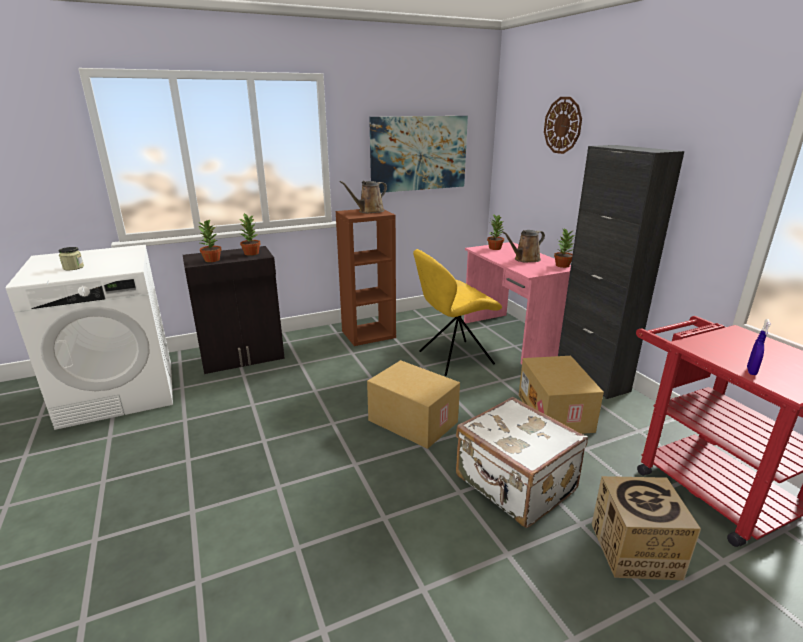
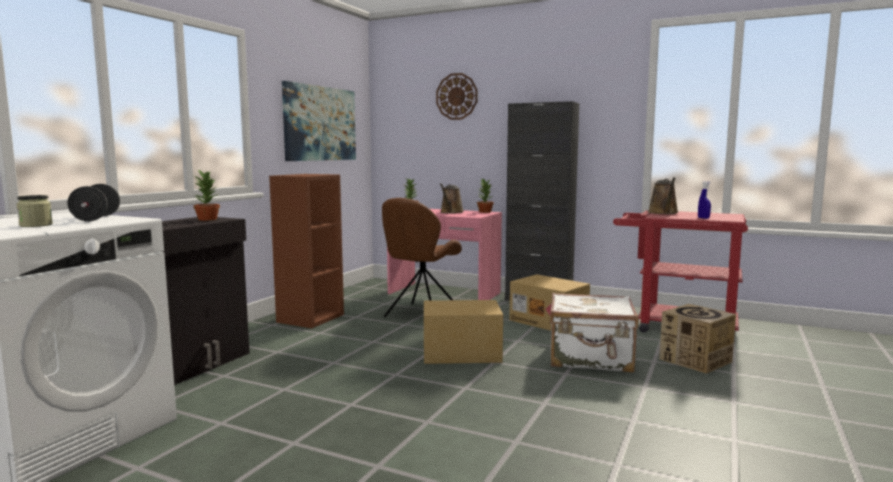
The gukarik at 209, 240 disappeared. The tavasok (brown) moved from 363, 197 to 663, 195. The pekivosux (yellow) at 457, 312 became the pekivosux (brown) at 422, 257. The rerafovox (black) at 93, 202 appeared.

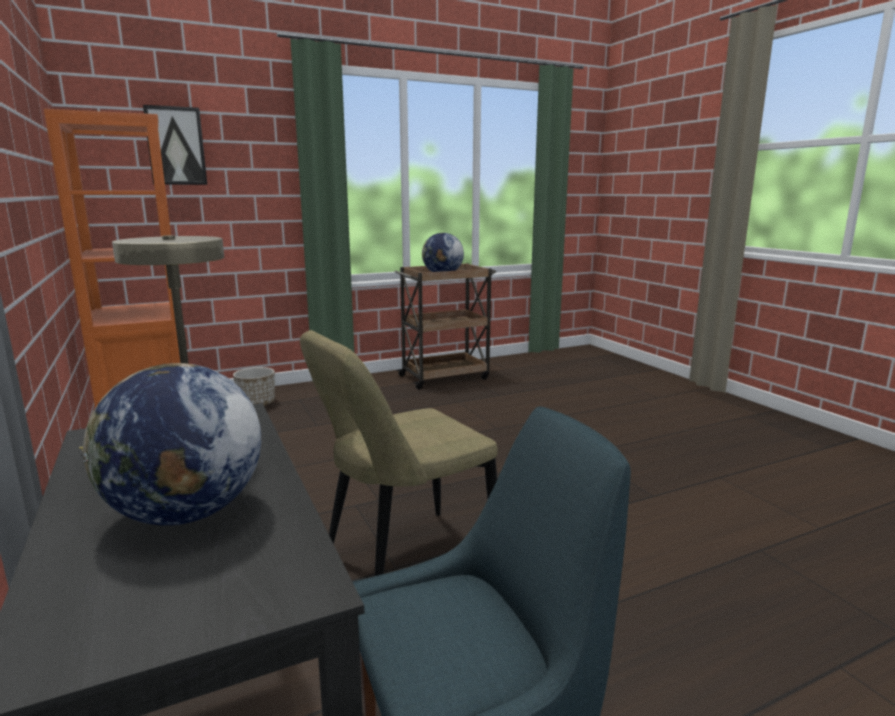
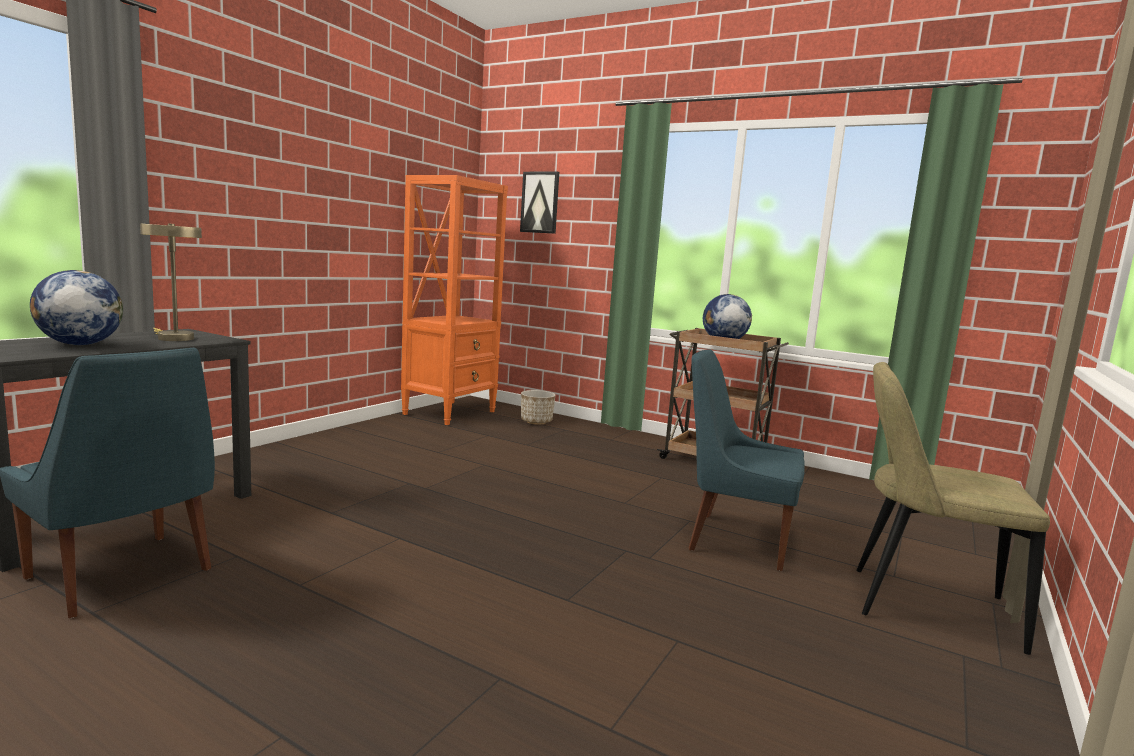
The pekivosux (beige) moved from 399, 453 to 953, 508. The pekivosux (blue) at 747, 460 appeared.

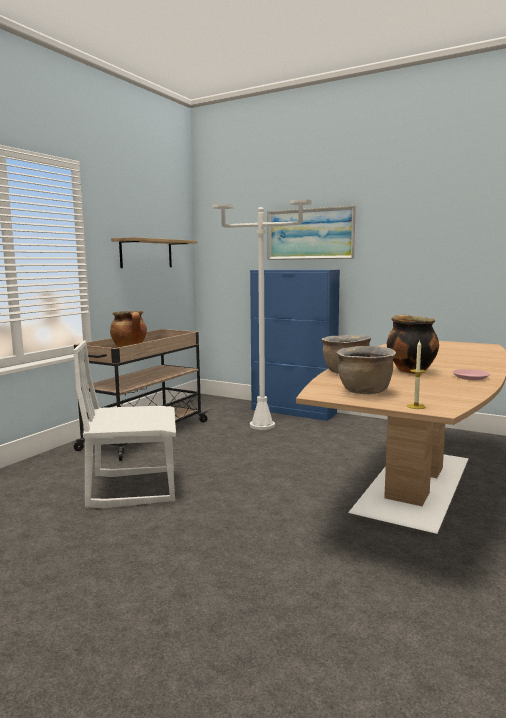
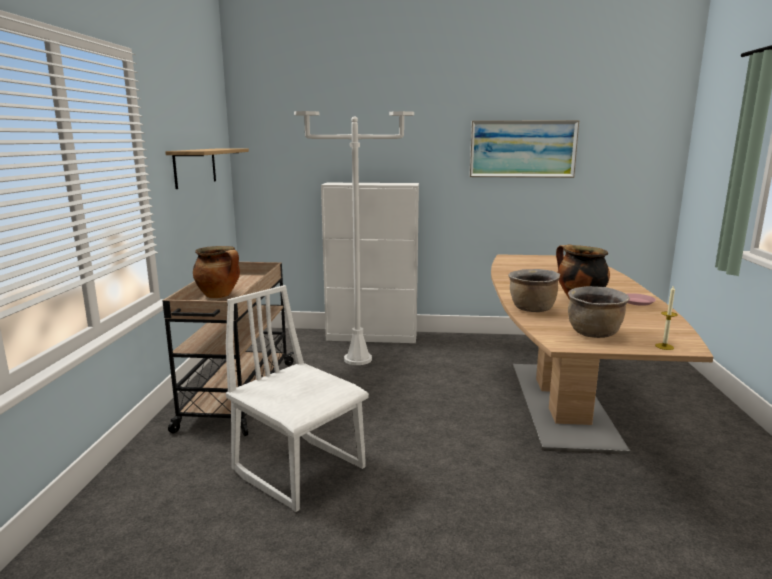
The pekivosux (white) at 124, 424 turned 75 degrees clockwise. The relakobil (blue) at 295, 345 became the relakobil (white) at 370, 263. The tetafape moved from 311, 233 to 524, 149.

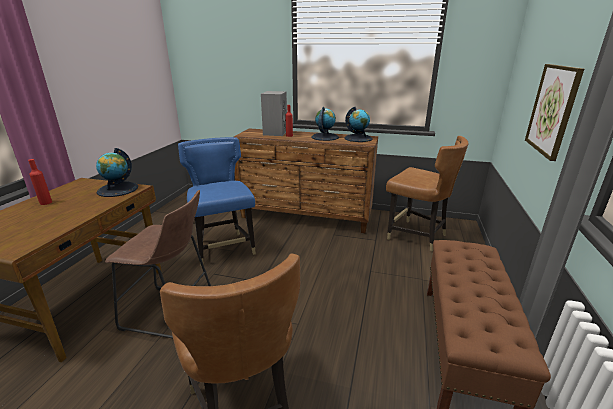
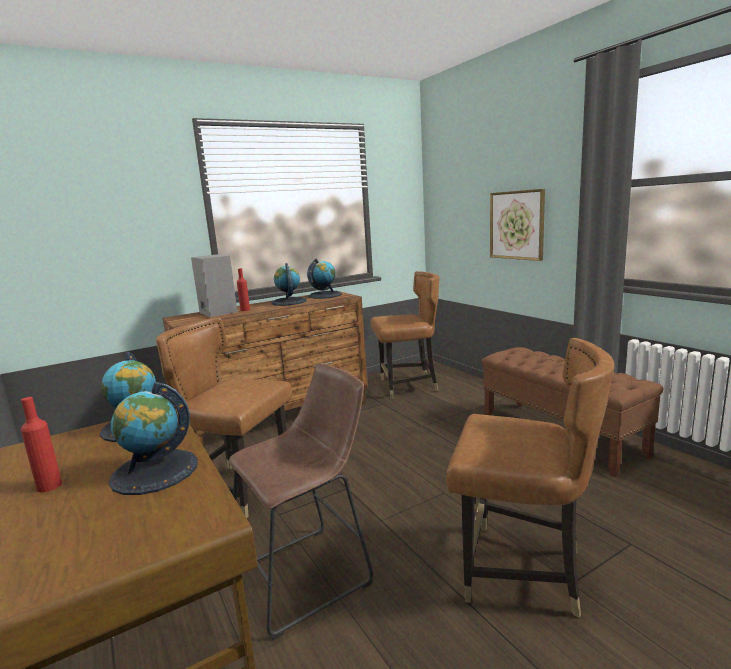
The pekivosux (blue) at 217, 201 became the pekivosux (brown) at 224, 417. The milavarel at 153, 438 appeared.

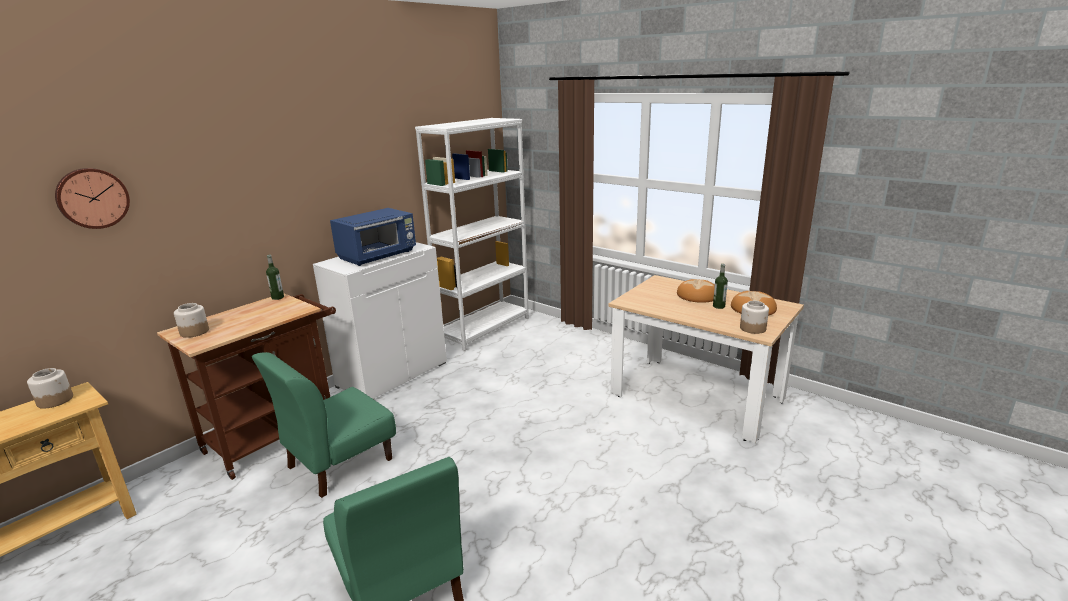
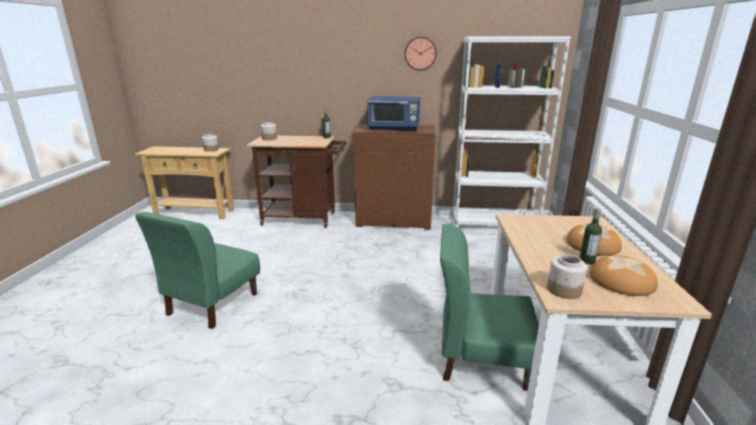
The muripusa moved from 92, 198 to 421, 53. The pekivosux (green) moved from 324, 425 to 489, 307. The relakobil (white) at 380, 320 became the relakobil (brown) at 395, 177.

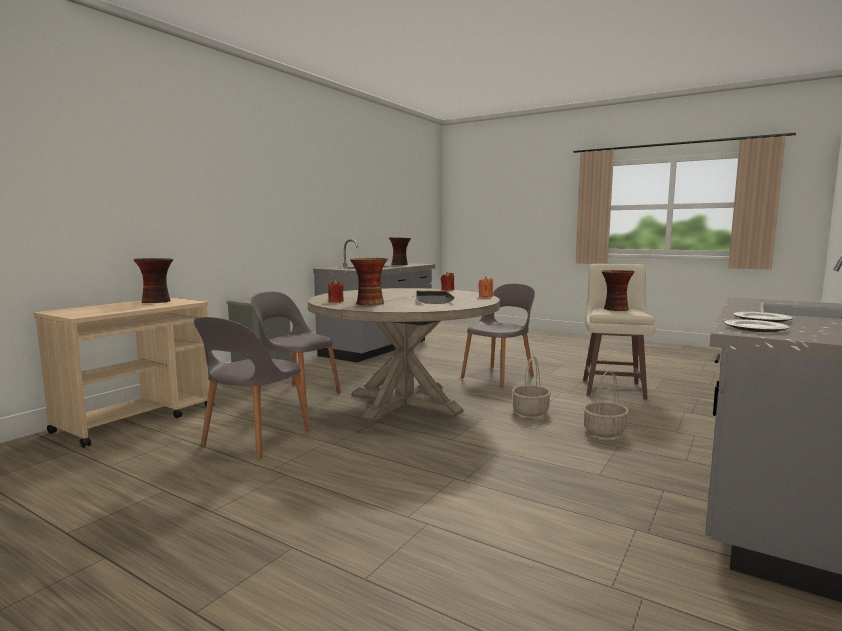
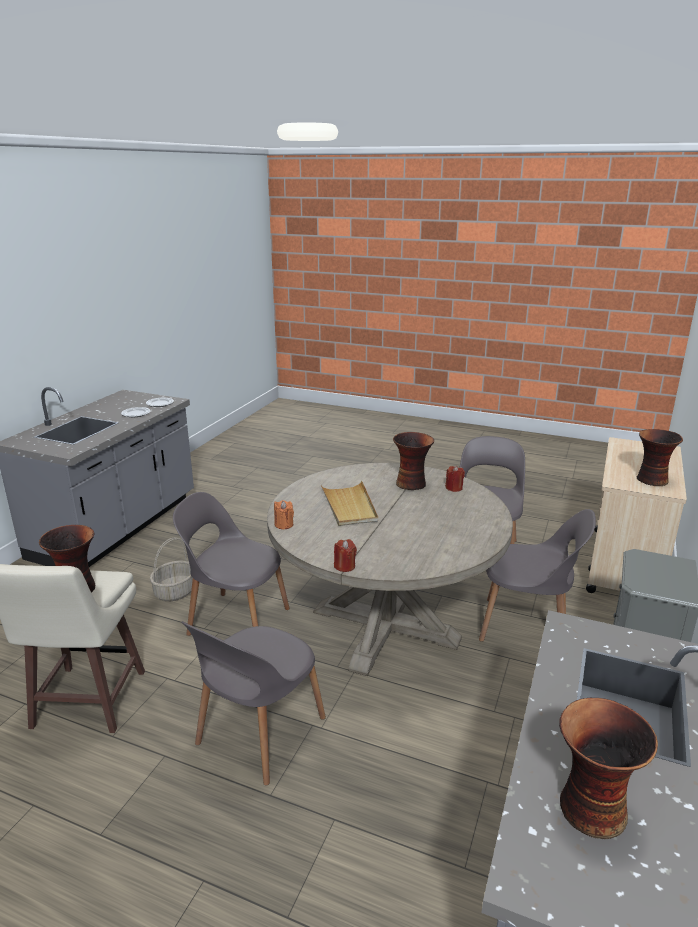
The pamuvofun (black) at 435, 297 became the pamuvofun (beige) at 349, 503. The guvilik at 531, 386 was replaced by the pekivosux (grey) at 231, 564.

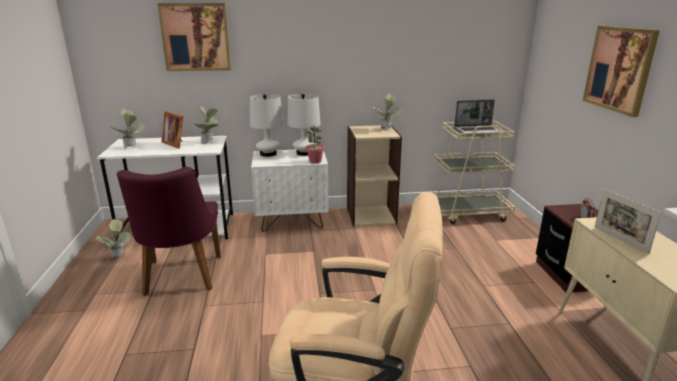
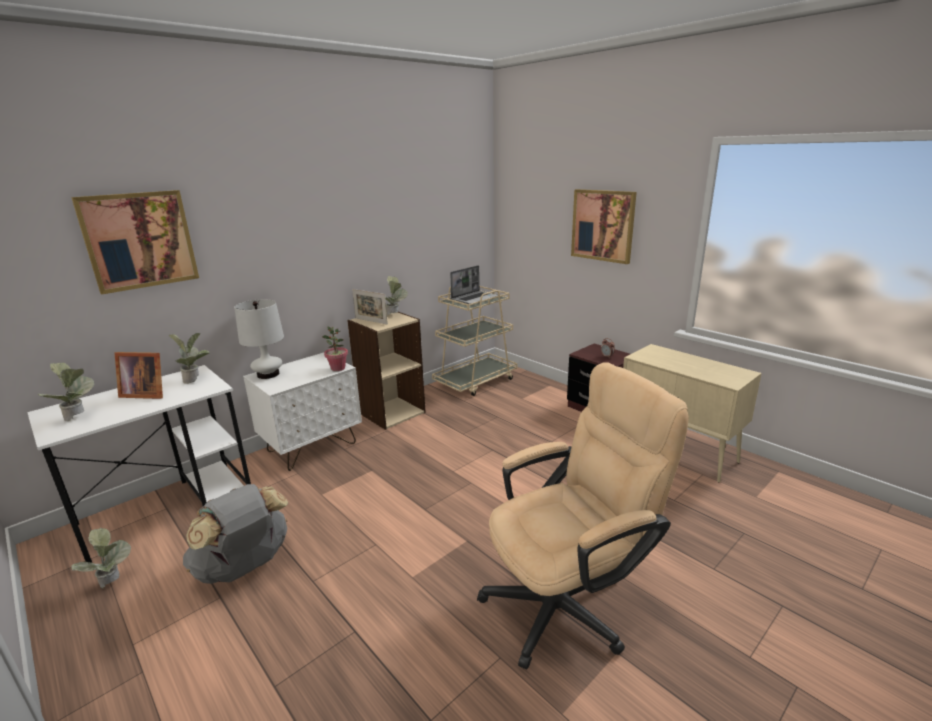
The pekivosux (purple) at 169, 231 was replaced by the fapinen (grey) at 236, 534. The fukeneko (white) at 303, 125 disappeared. The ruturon moved from 628, 221 to 370, 306.

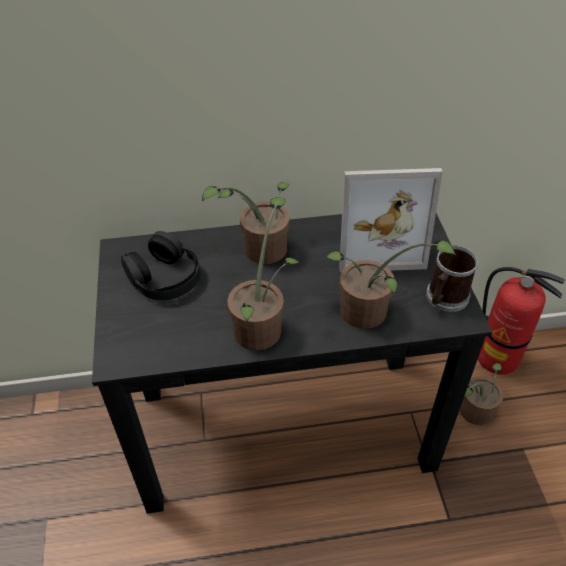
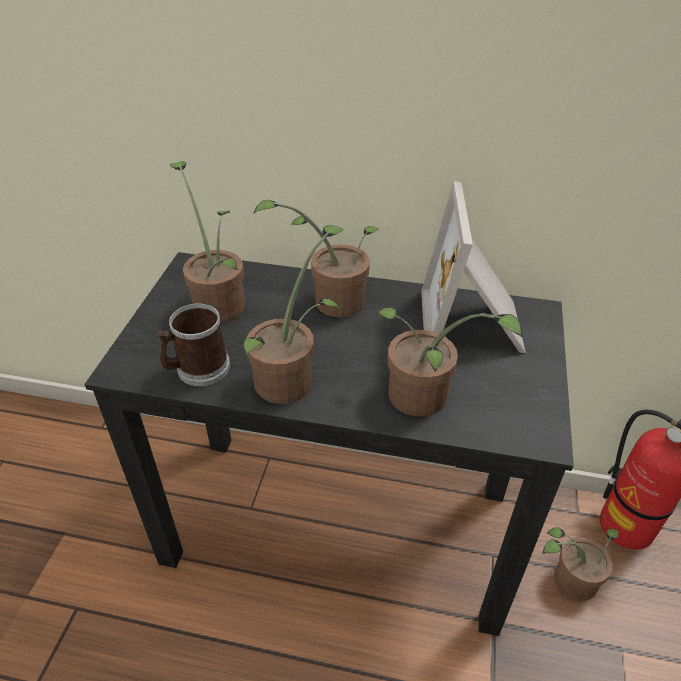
The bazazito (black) at 160, 265 was replaced by the gukarik at 207, 242. The ruturon at 391, 220 turned 75 degrees clockwise. The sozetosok moved from 452, 279 to 193, 344.

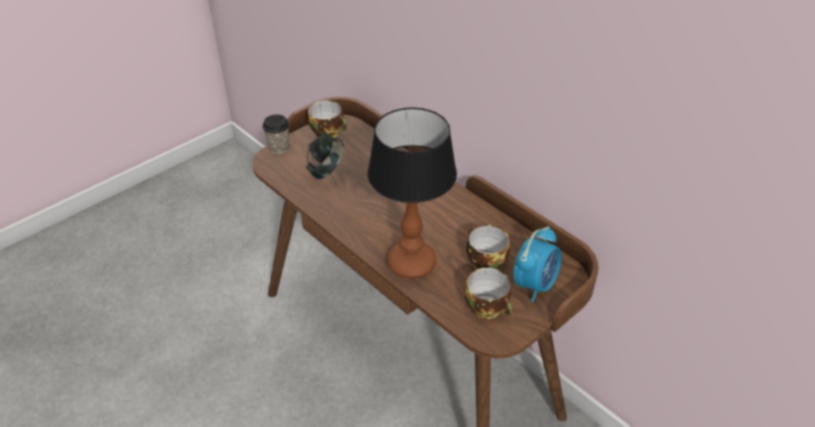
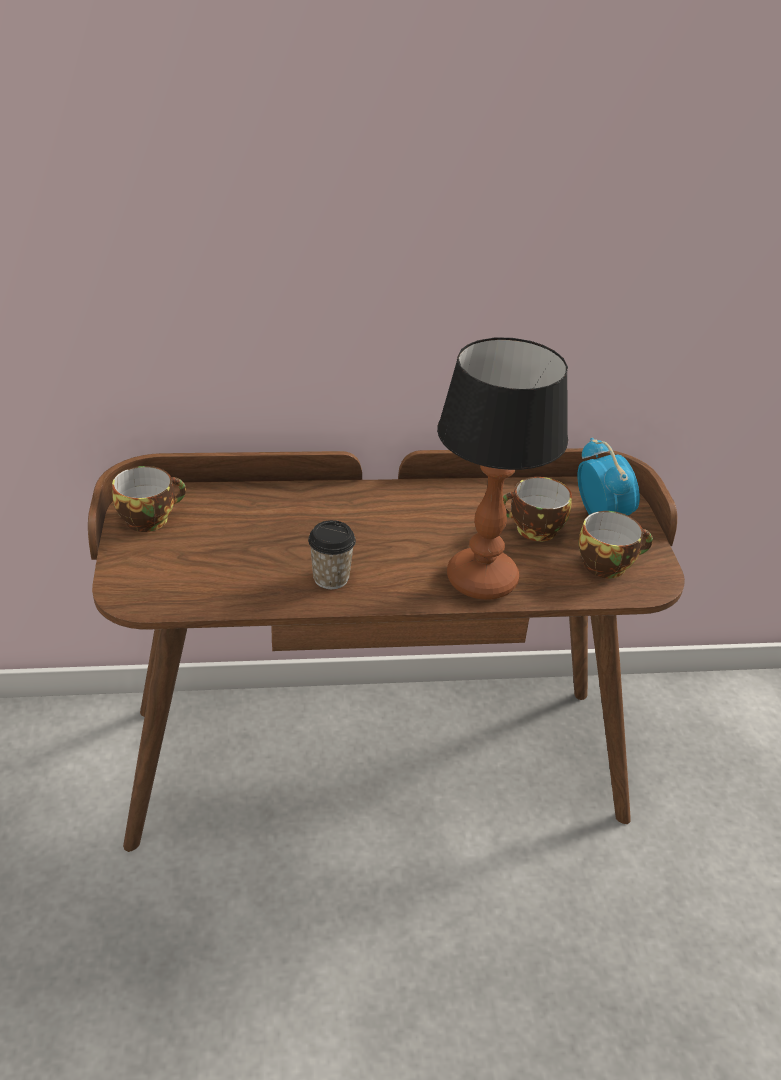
The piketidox moved from 275, 134 to 332, 554. The bazazito at 325, 155 disappeared.

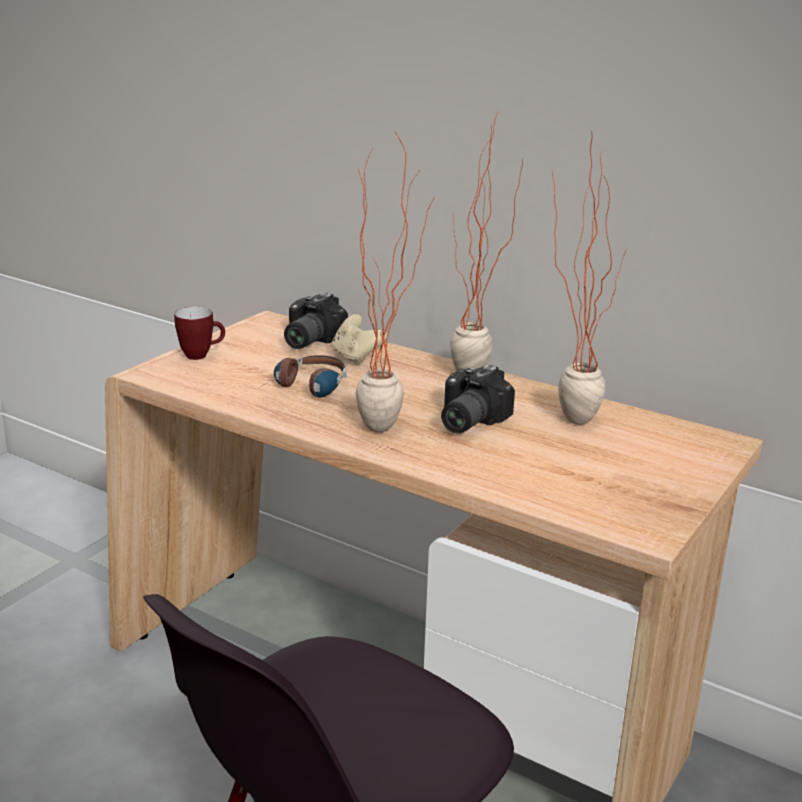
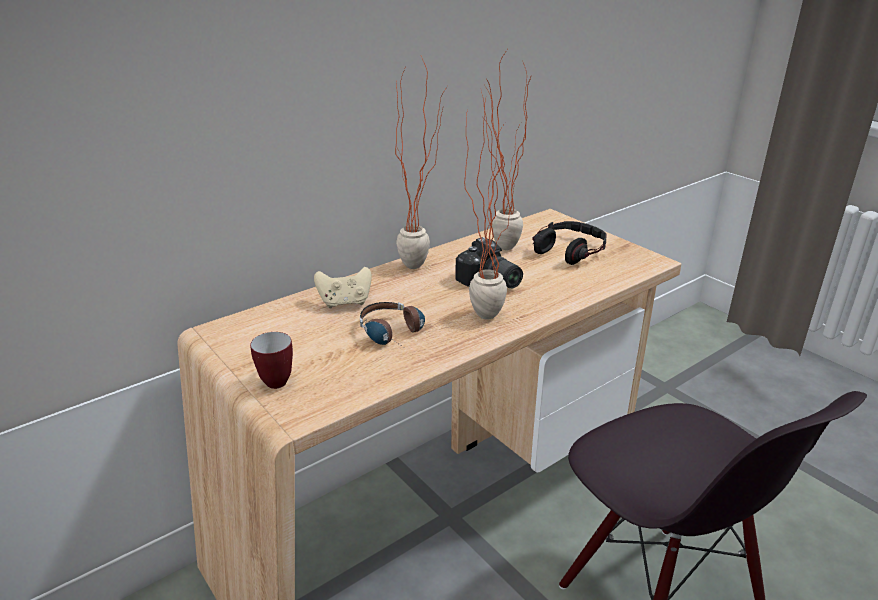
The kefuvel at 316, 321 disappeared. The bazazito at 569, 243 appeared.

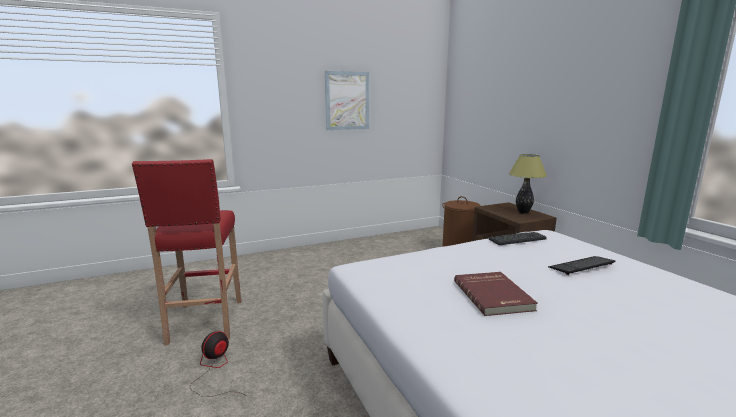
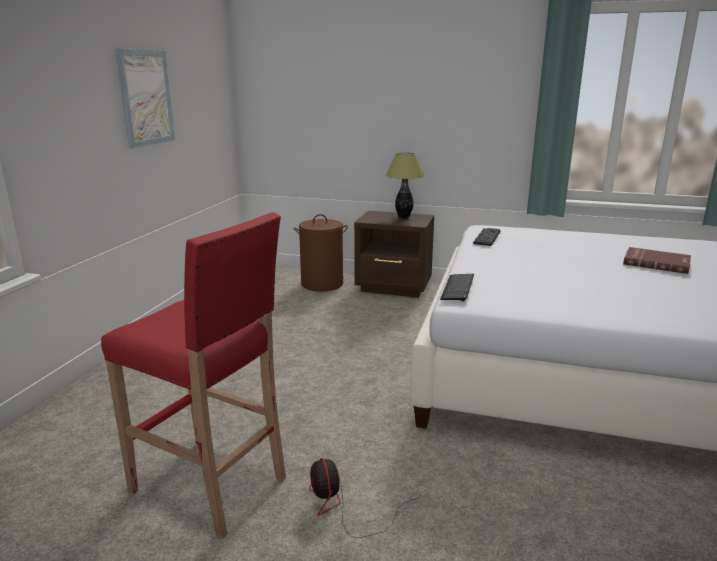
The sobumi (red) moved from 496, 294 to 657, 260. The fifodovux moved from 581, 265 to 457, 287.

